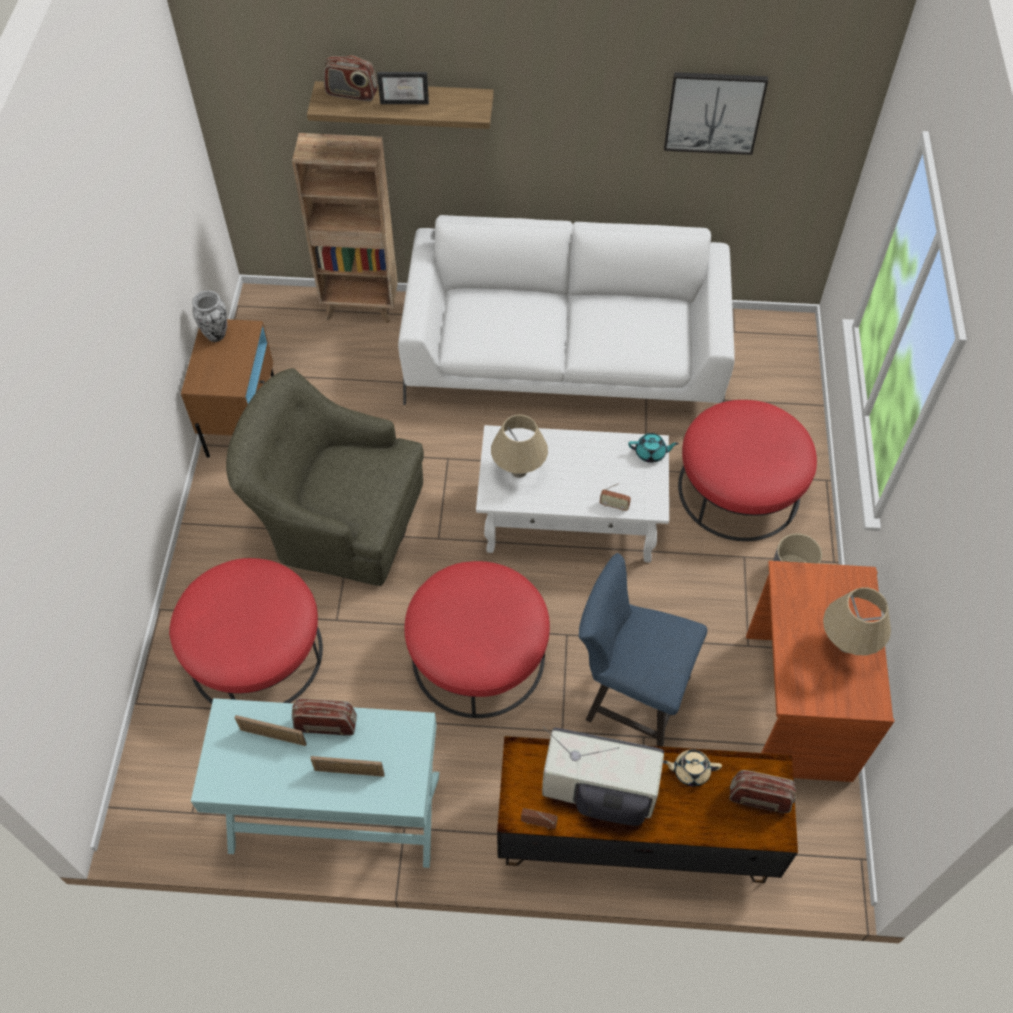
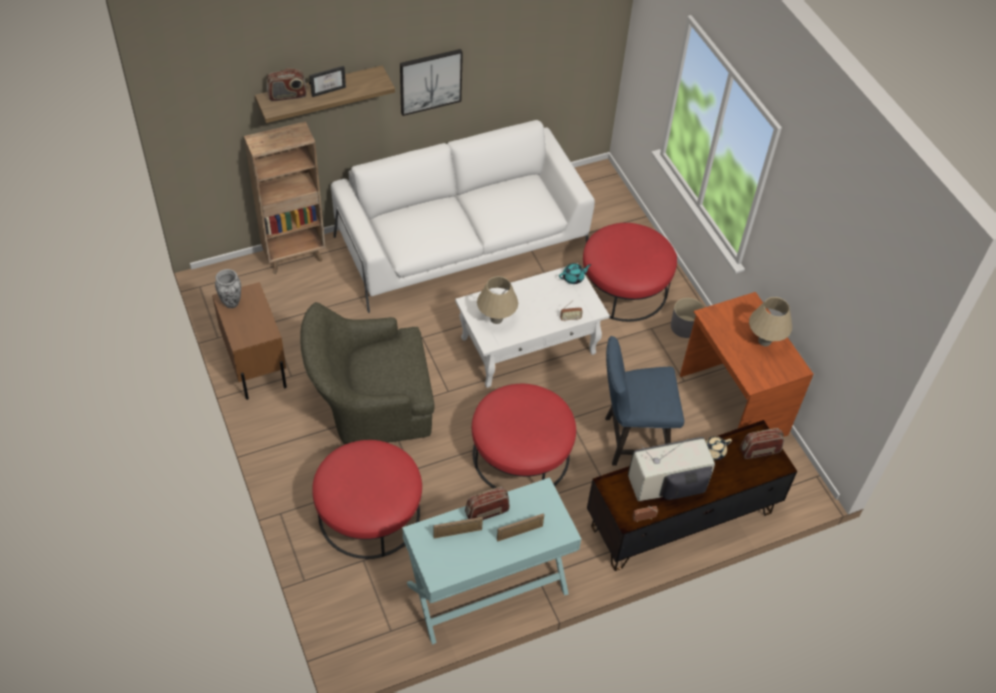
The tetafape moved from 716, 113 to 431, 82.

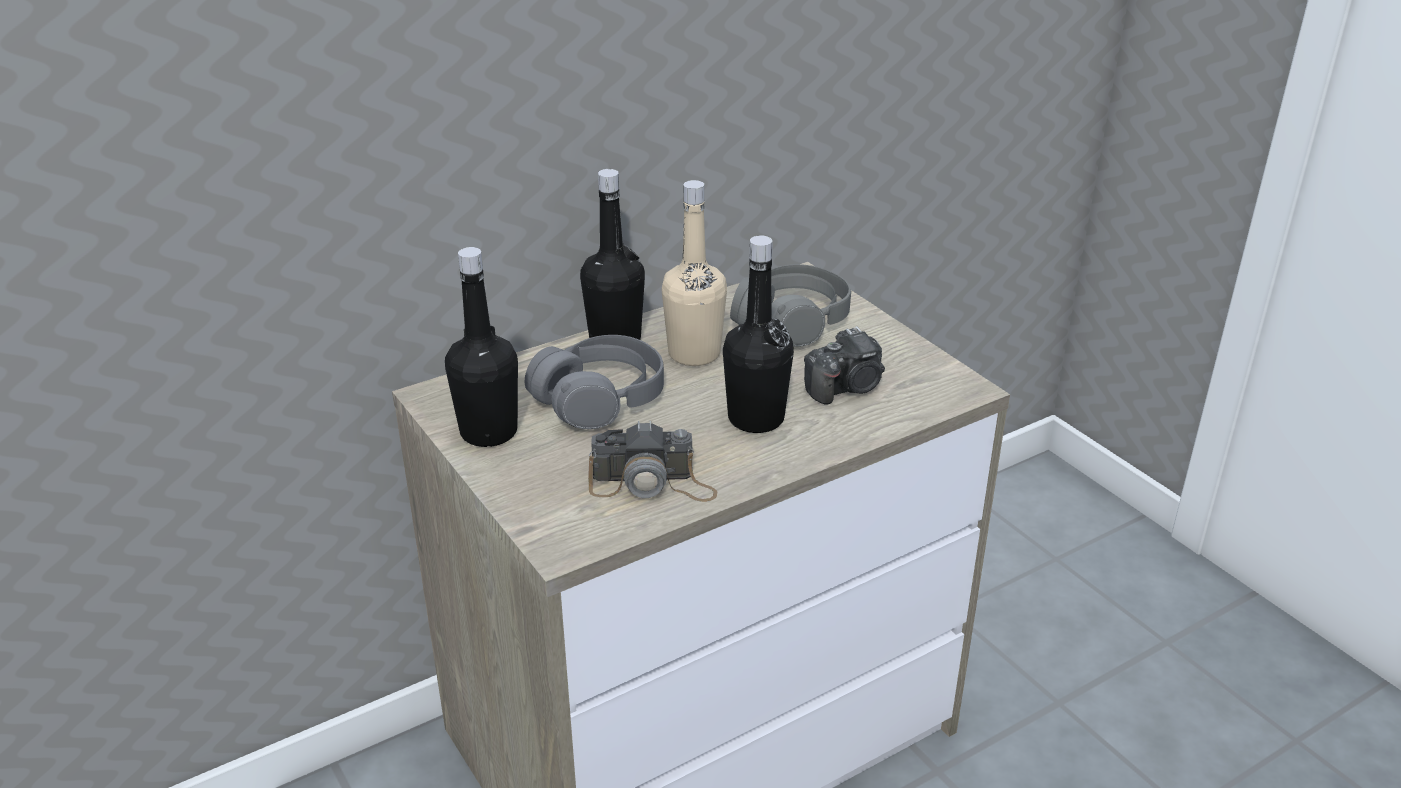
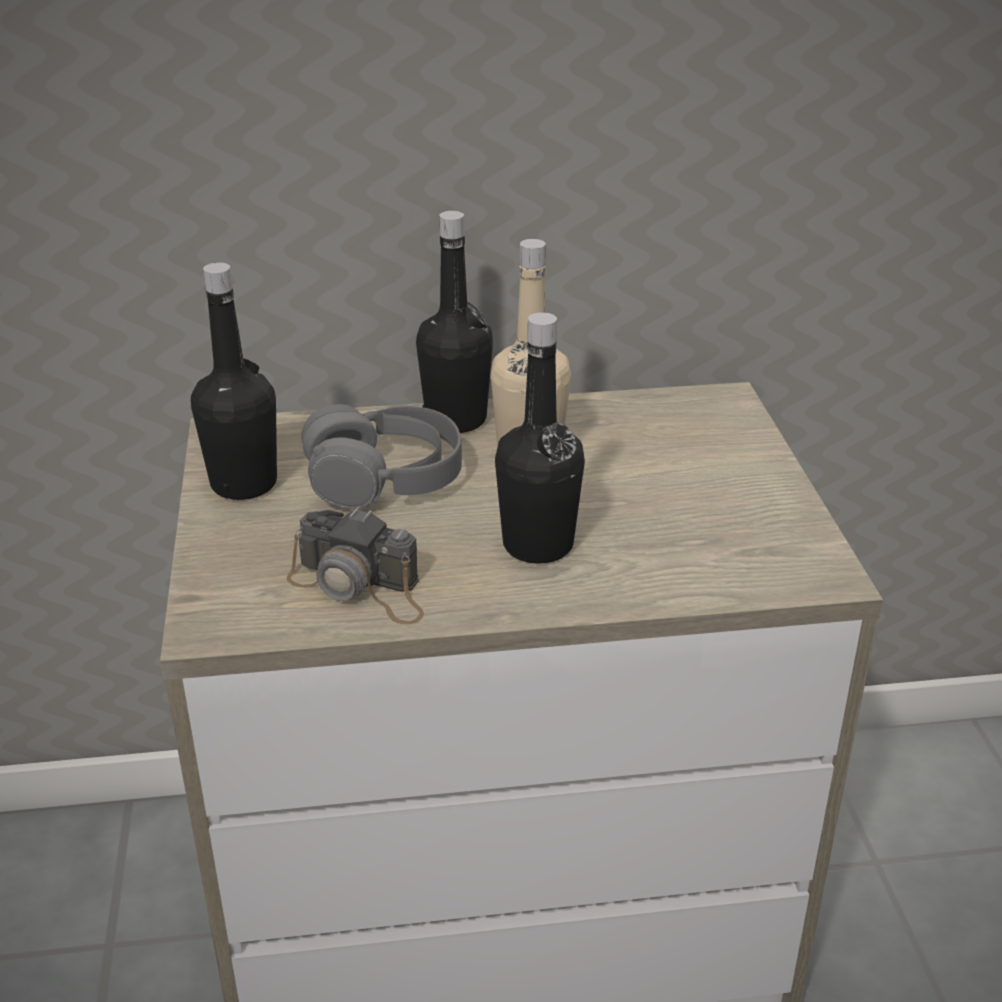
The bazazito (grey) at 790, 305 disappeared. The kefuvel at 844, 365 disappeared.

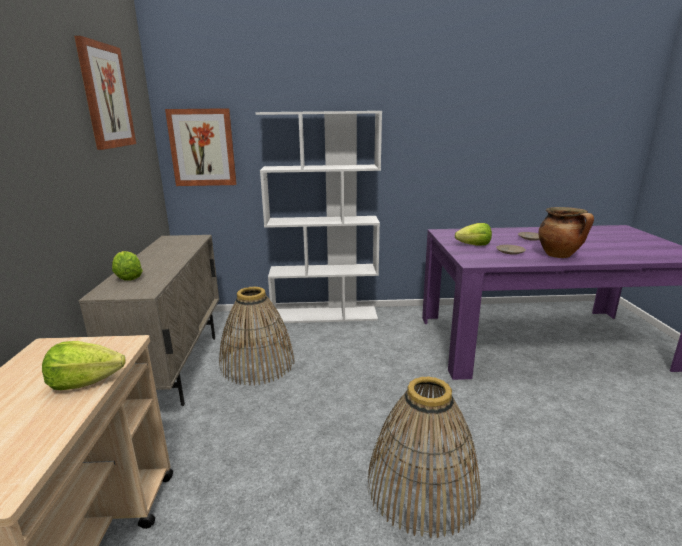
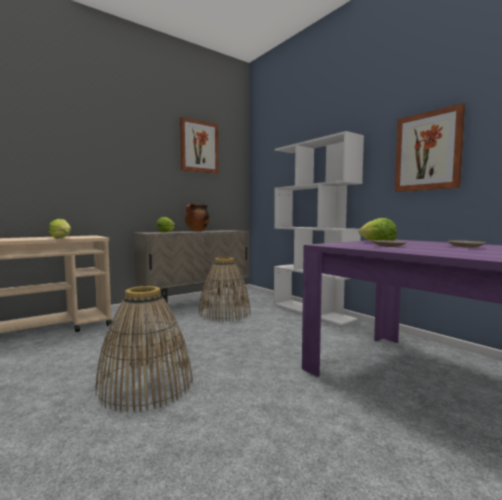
The tetafape moved from 201, 147 to 430, 147. The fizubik moved from 566, 232 to 197, 217.

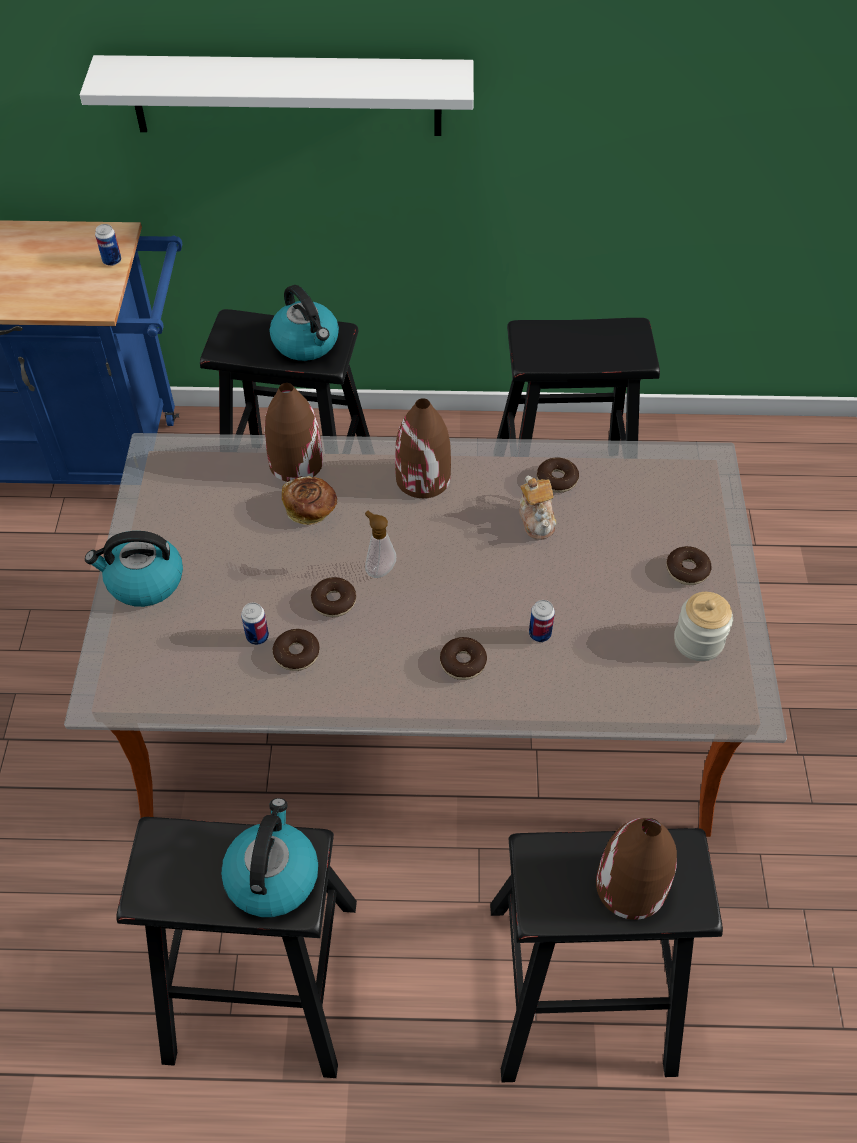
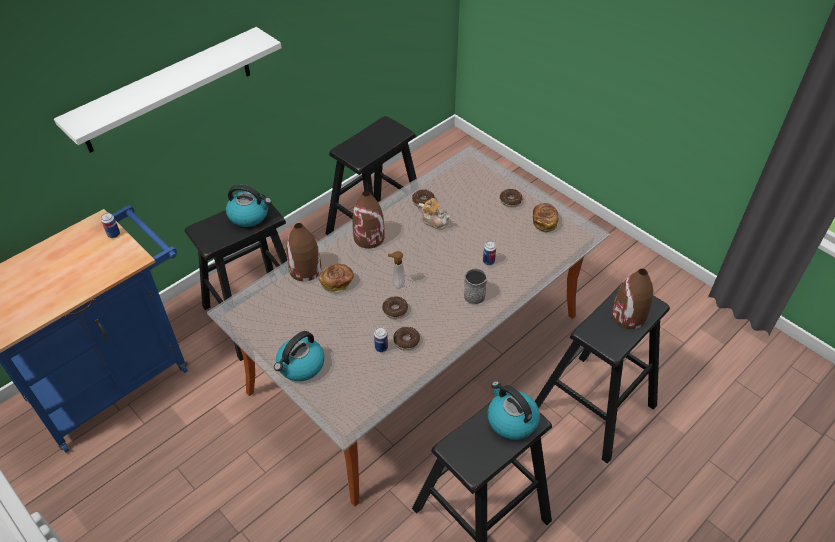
The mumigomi at 463, 658 was replaced by the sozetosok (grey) at 475, 286. The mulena at 703, 626 was replaced by the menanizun at 546, 217.

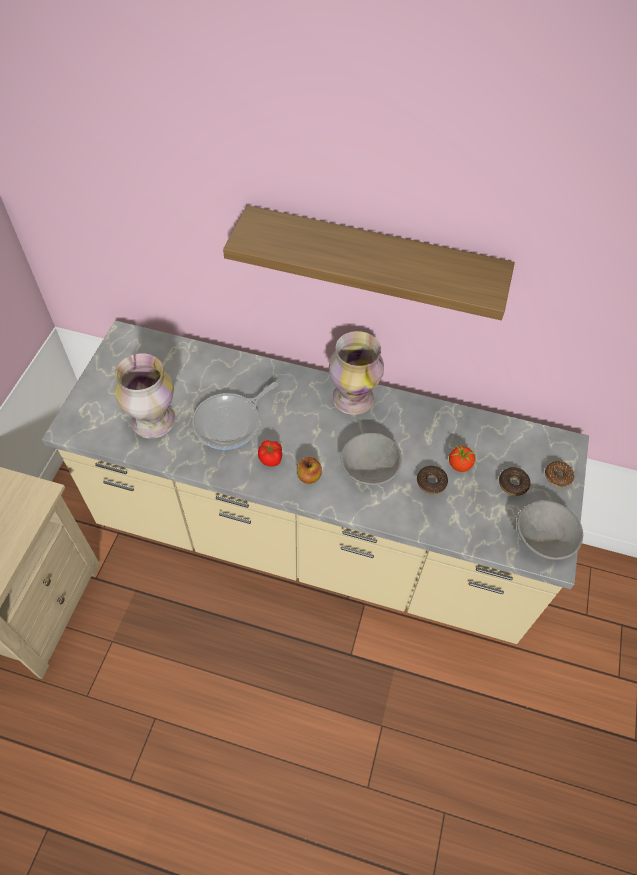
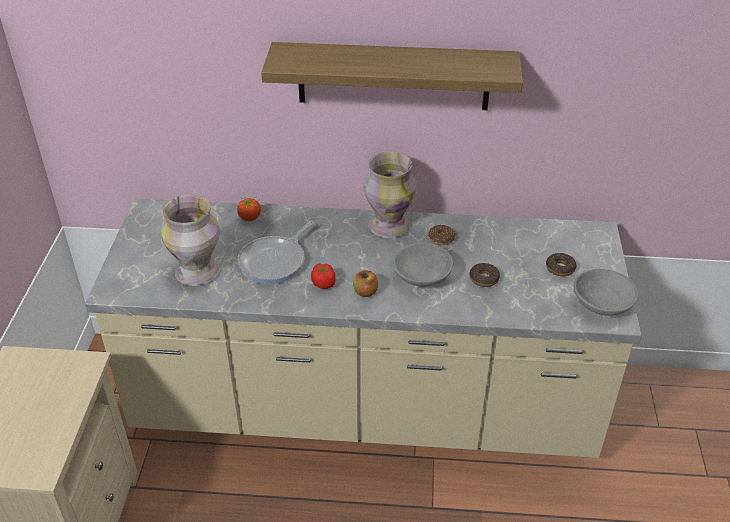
The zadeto moved from 462, 458 to 249, 209. The mumigomi moved from 560, 474 to 442, 235.

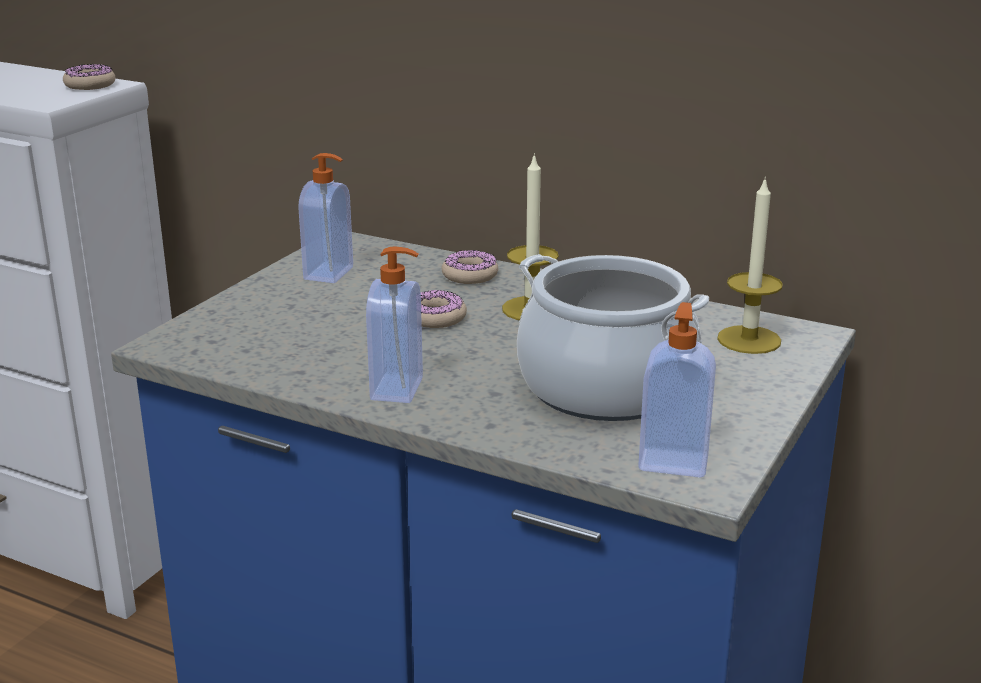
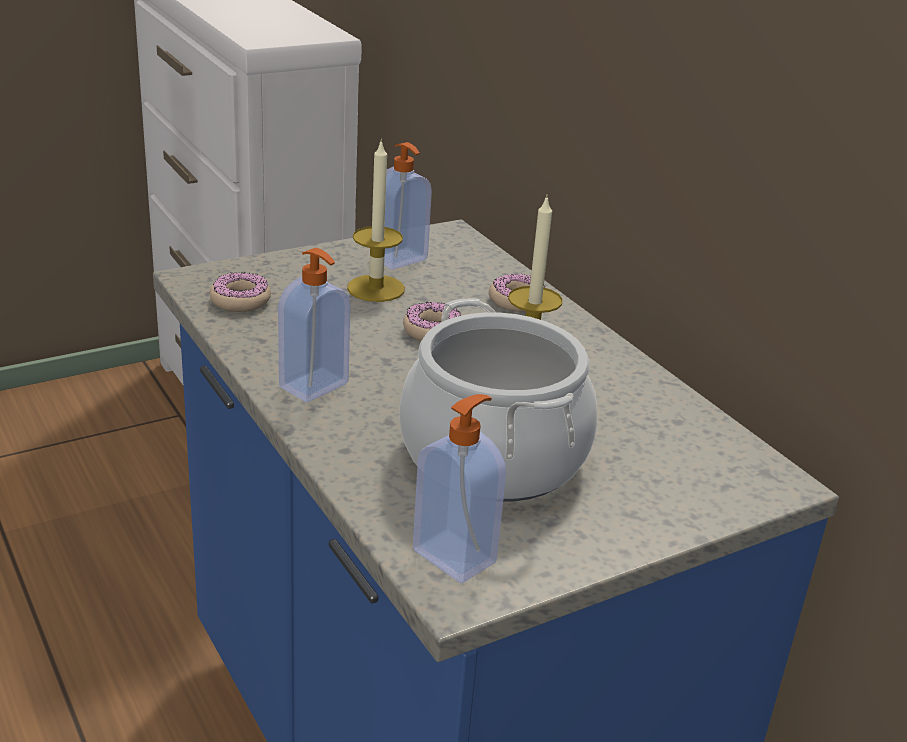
The mumigomi moved from 89, 77 to 240, 292. The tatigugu moved from 750, 265 to 376, 220.

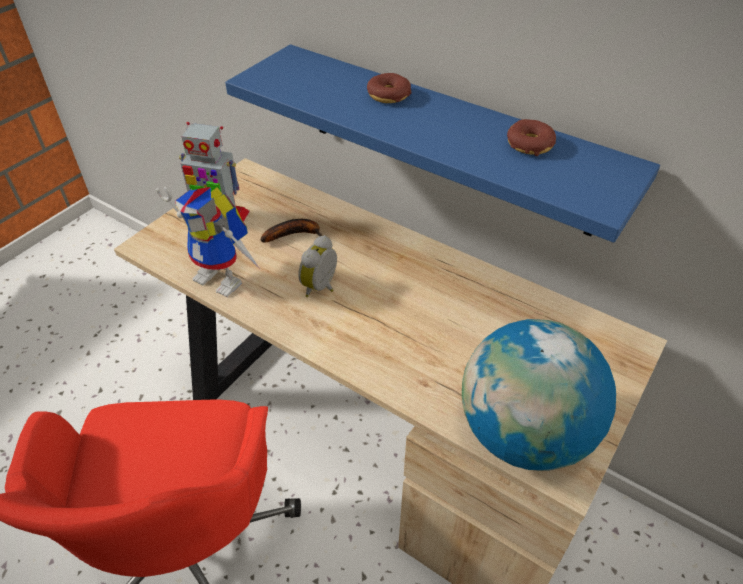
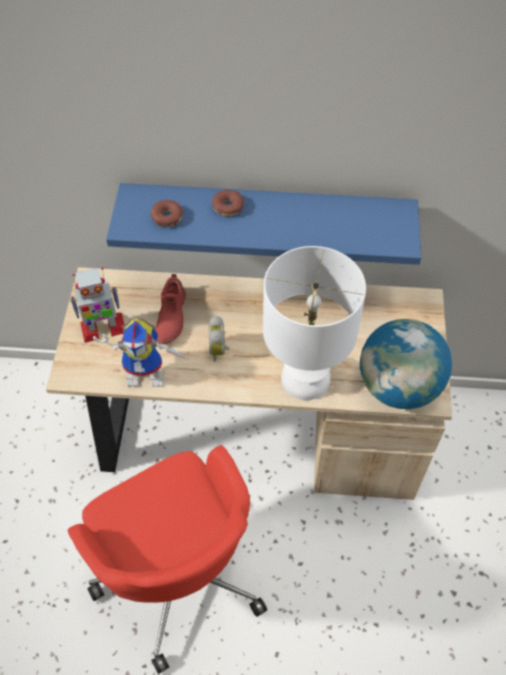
The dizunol at 291, 231 was replaced by the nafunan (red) at 170, 309. The mumigomi moved from 531, 137 to 167, 213. The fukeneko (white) at 314, 323 appeared.

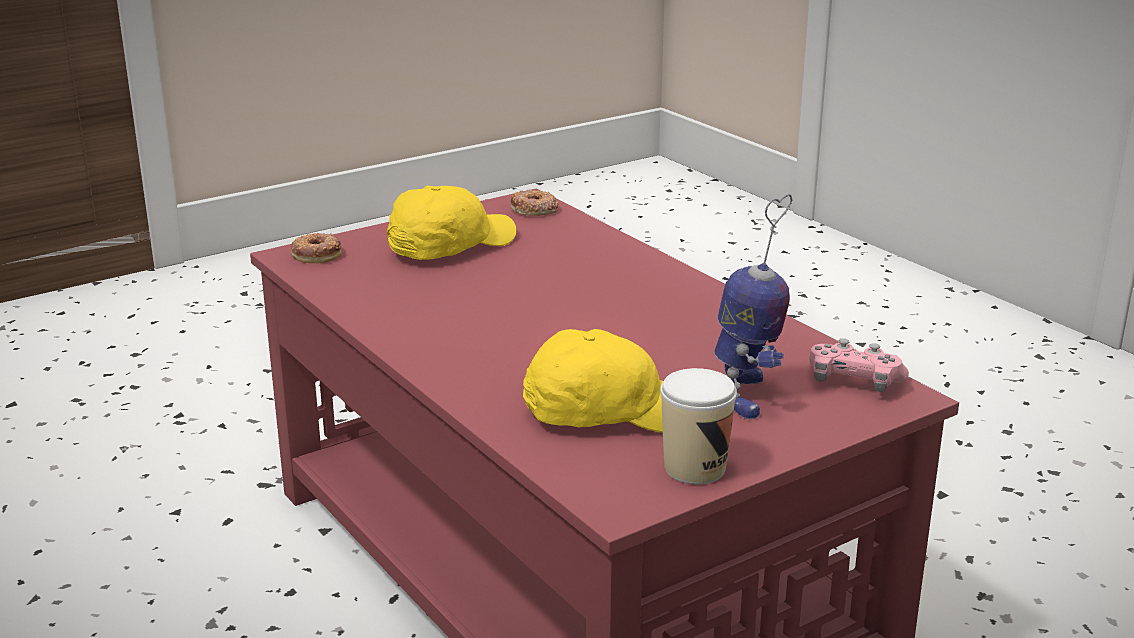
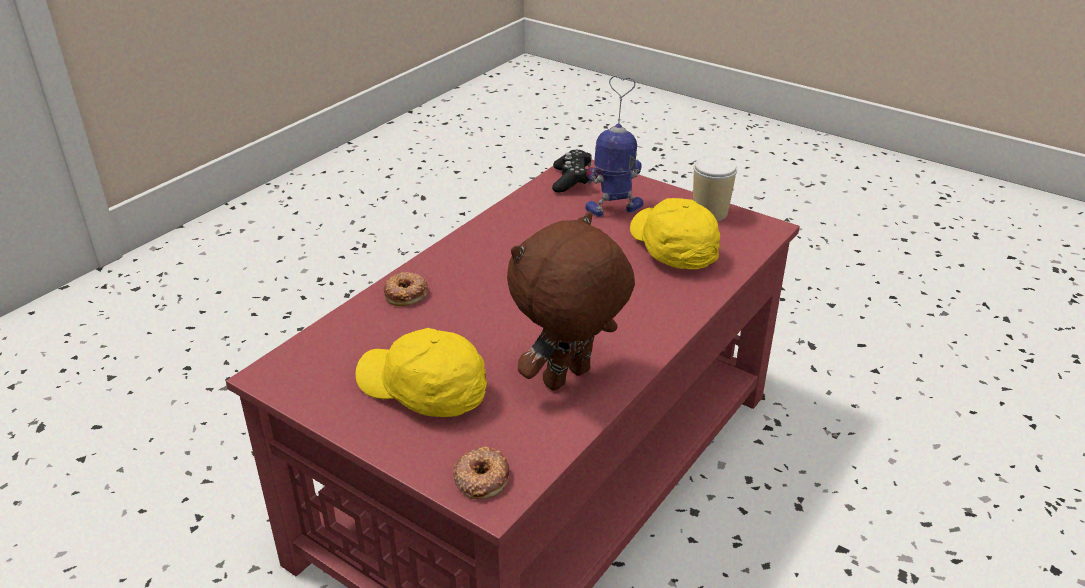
The mumigomi moved from 534, 202 to 405, 289. The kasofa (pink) at 859, 365 became the kasofa (black) at 572, 171. The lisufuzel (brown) at 571, 301 appeared.

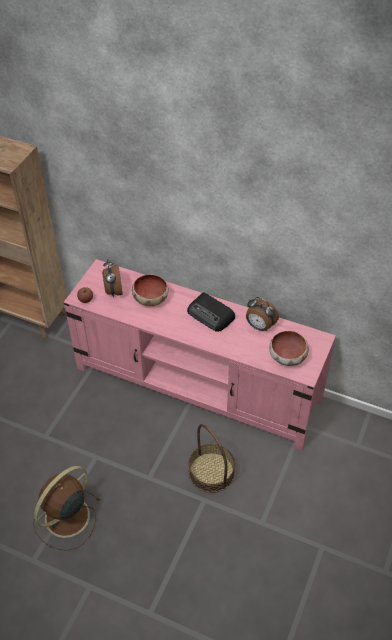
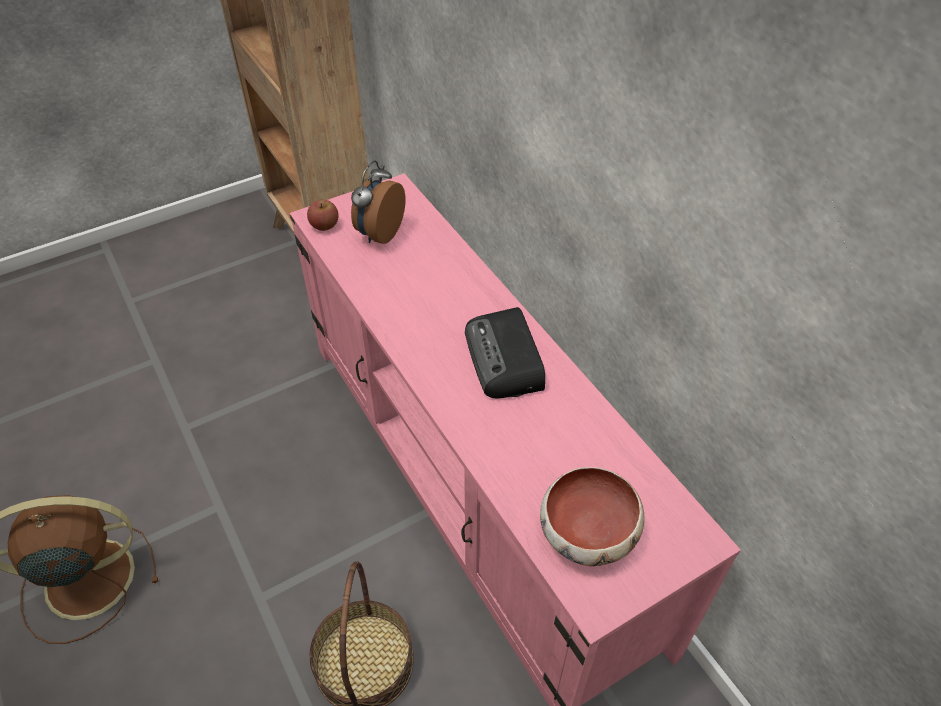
The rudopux at 150, 290 disappeared. The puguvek at 262, 314 disappeared.

